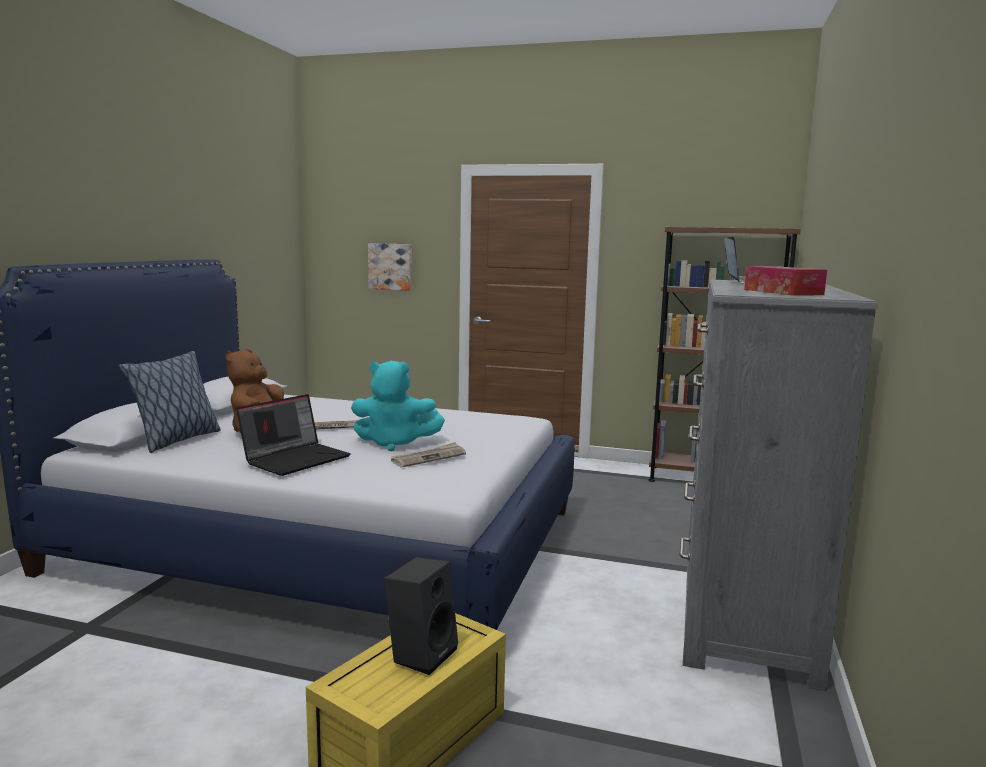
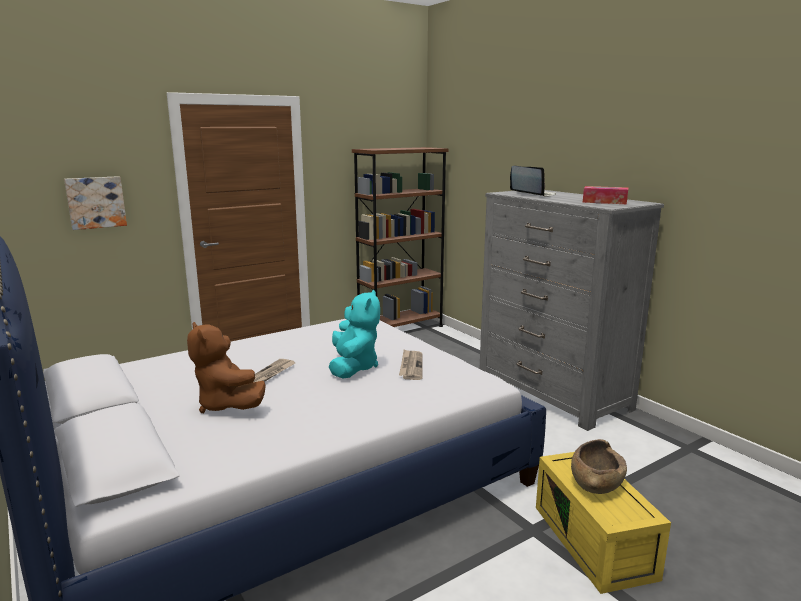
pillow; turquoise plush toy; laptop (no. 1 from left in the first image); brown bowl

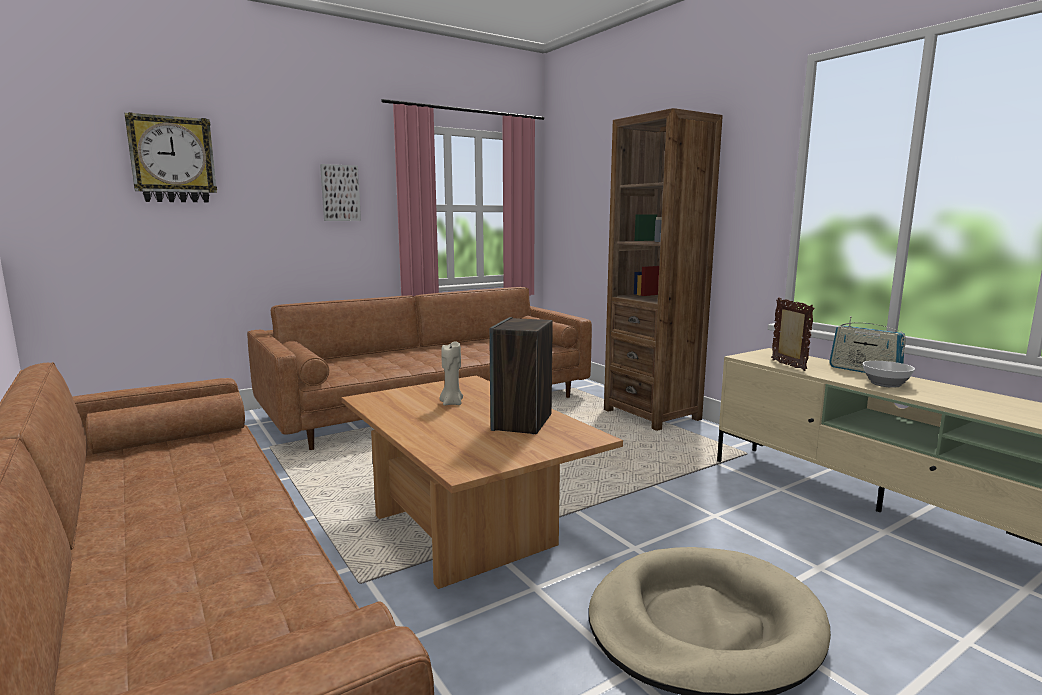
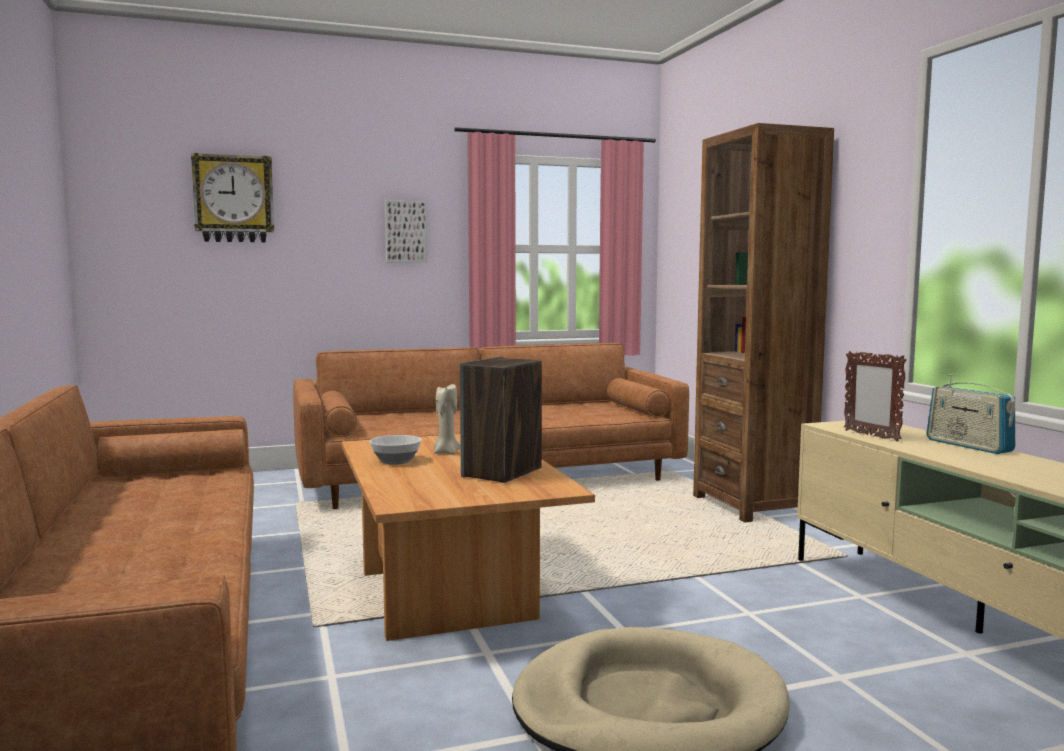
picture frame; bowl

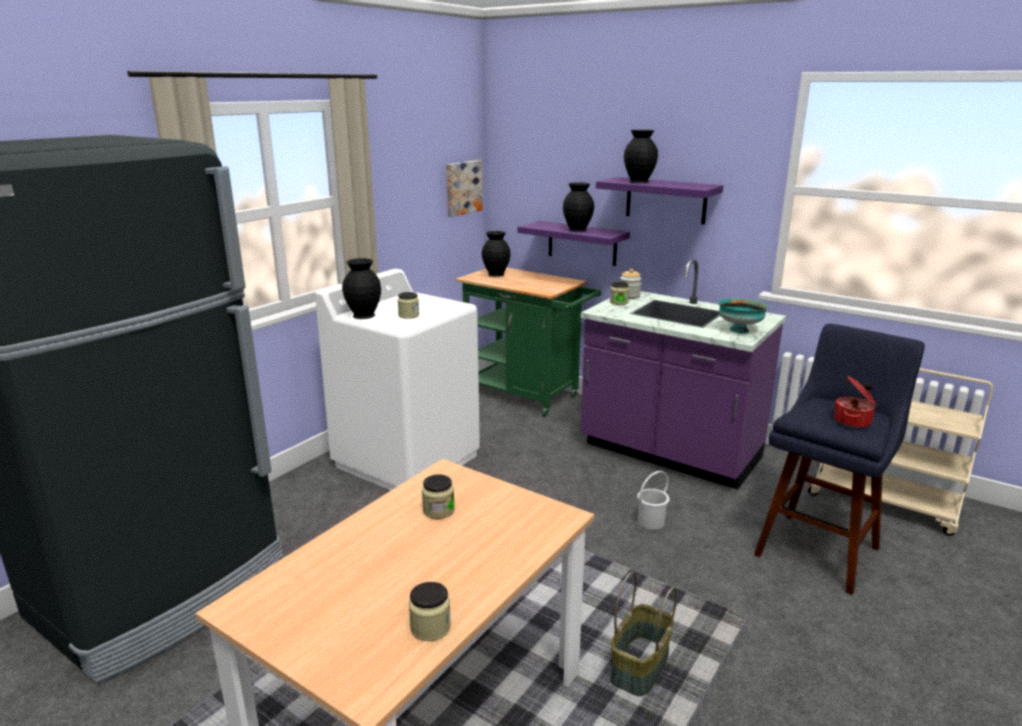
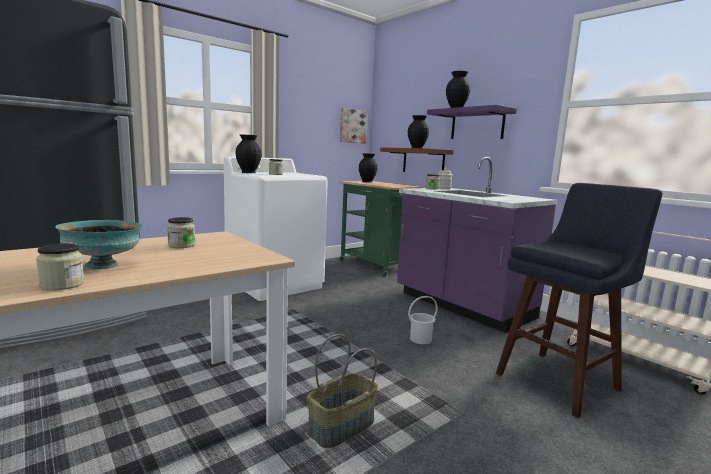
brown shelf; turquoise bowl; cooking pot

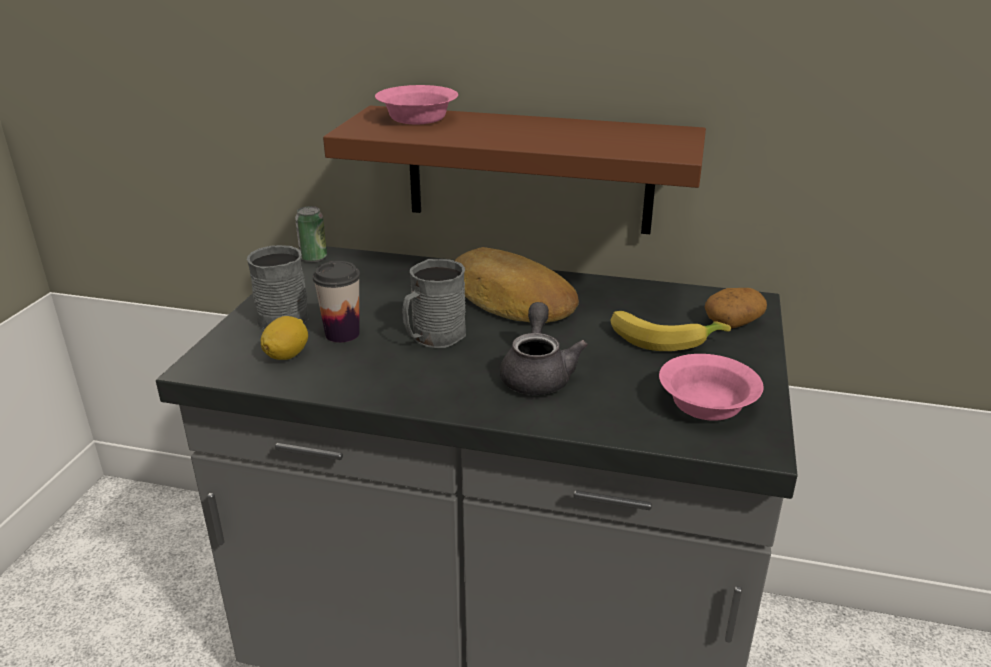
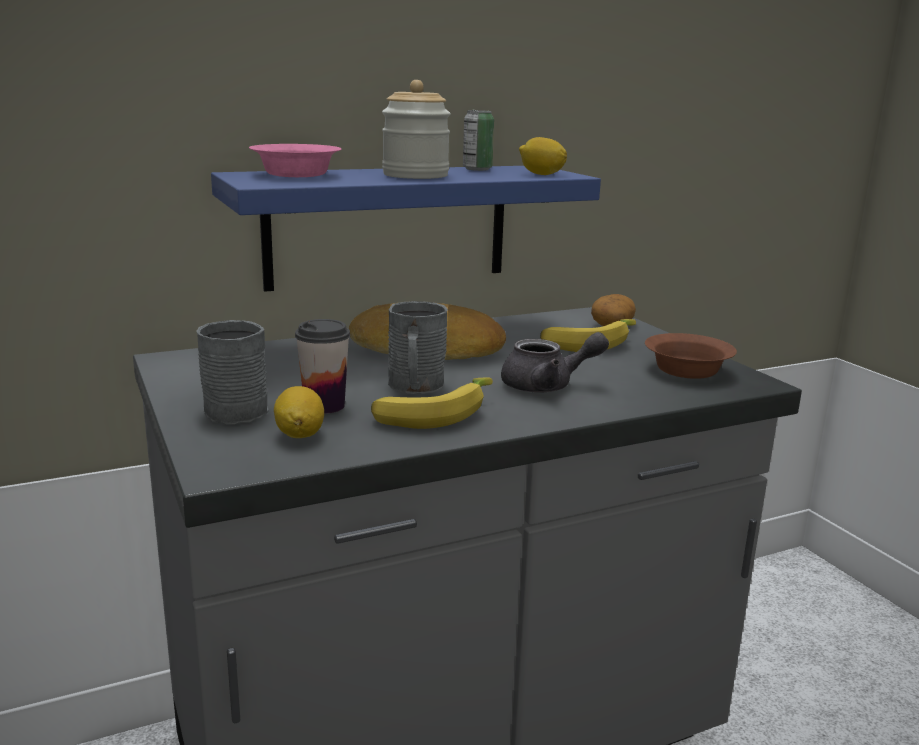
blue shelf; can; grey teapot; brown bowl; jar; lemon (no. 2 from left); banana (no. 1 from left)

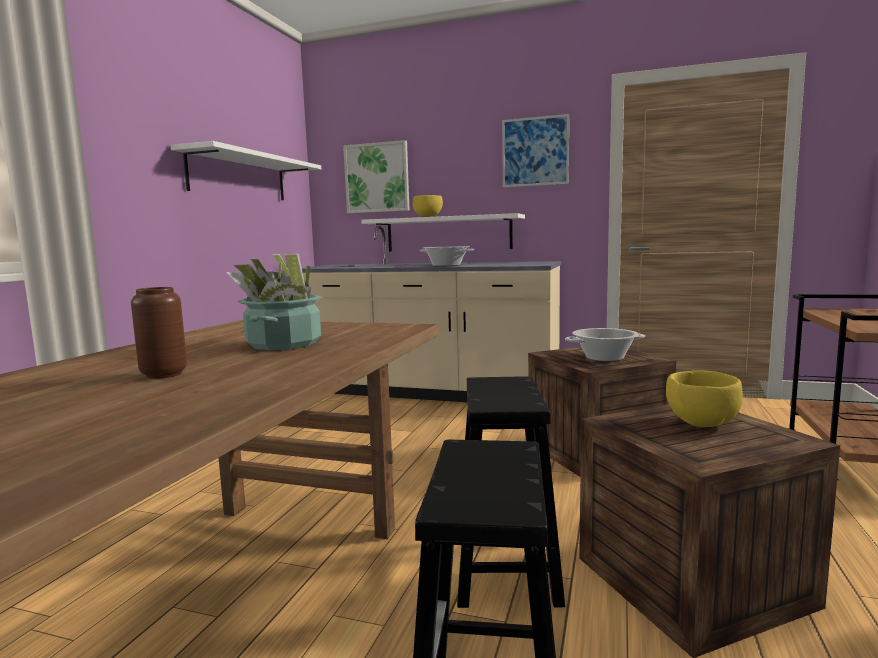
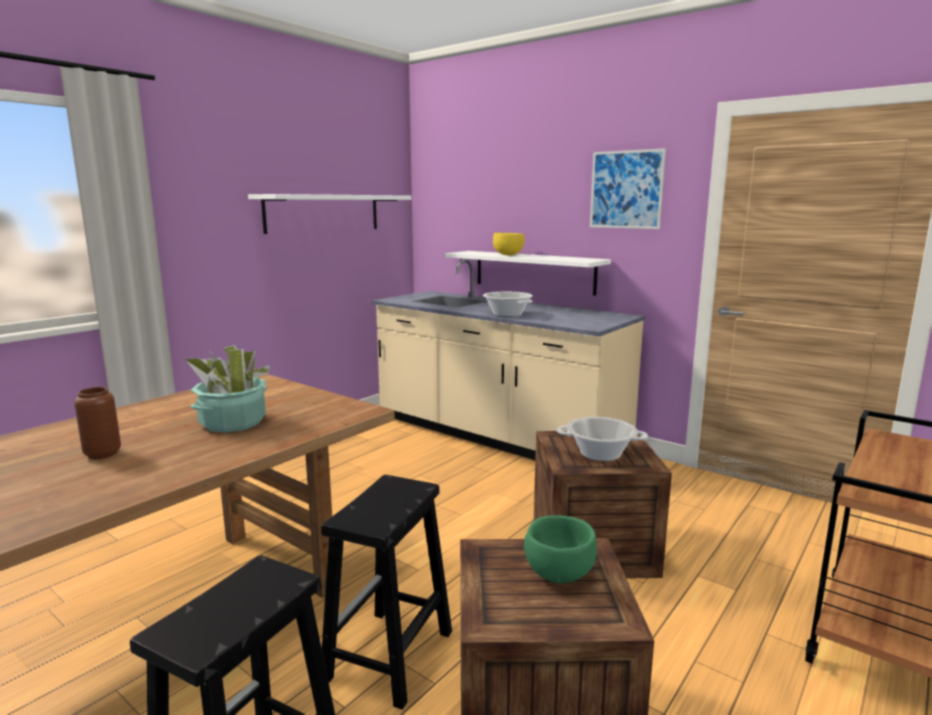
picture (no. 1 from left in the first image); green bowl

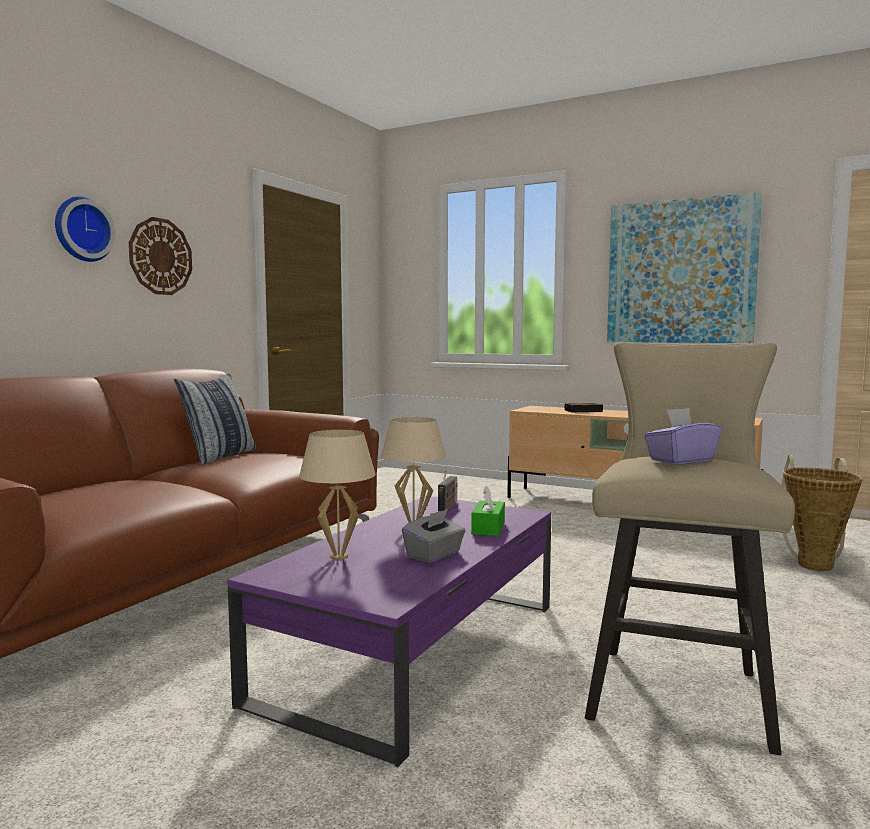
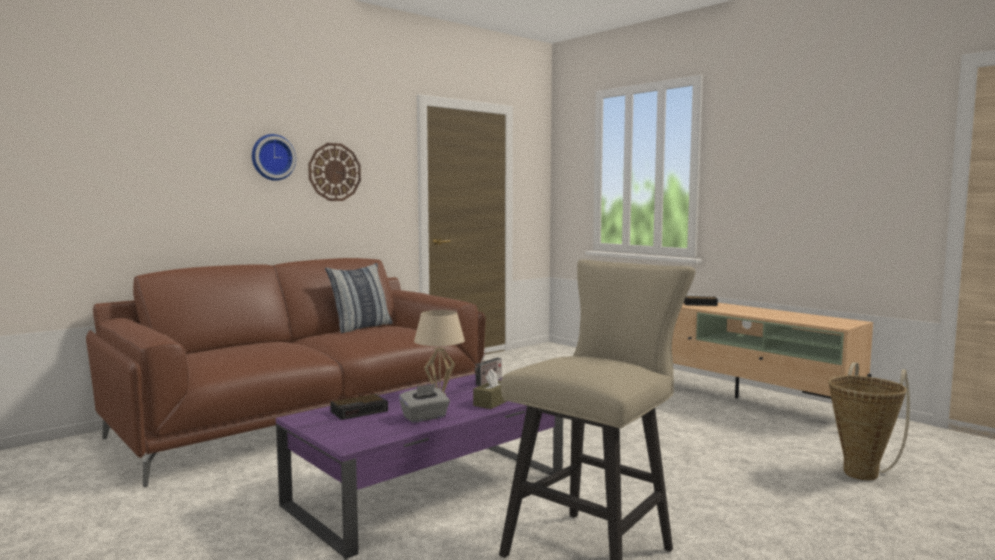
picture; purple tissue box; alarm clock (no. 1 from left); brown tissue box

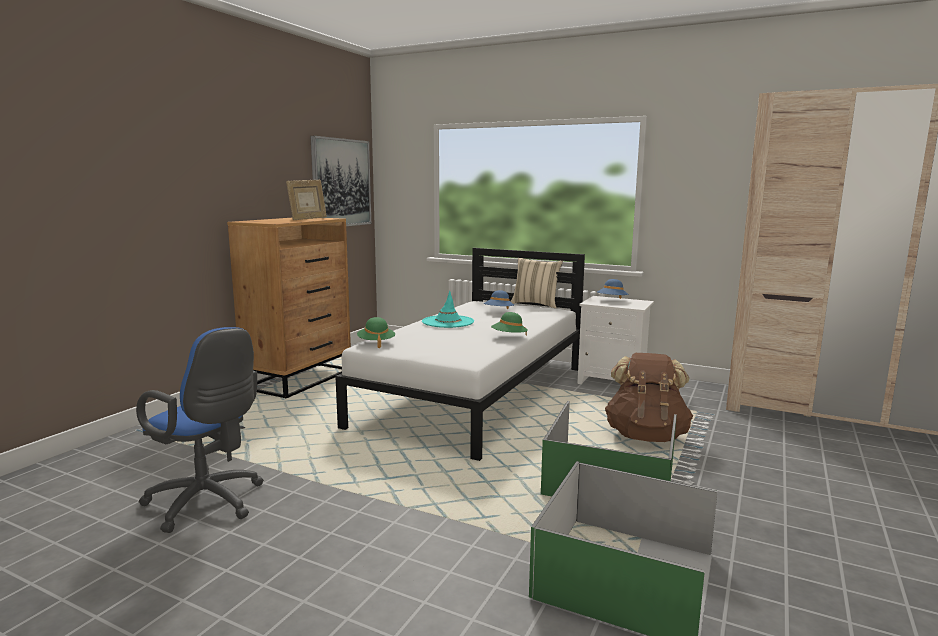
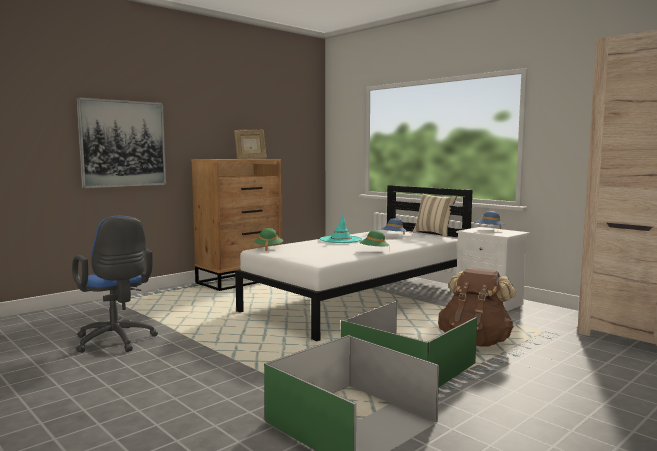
picture

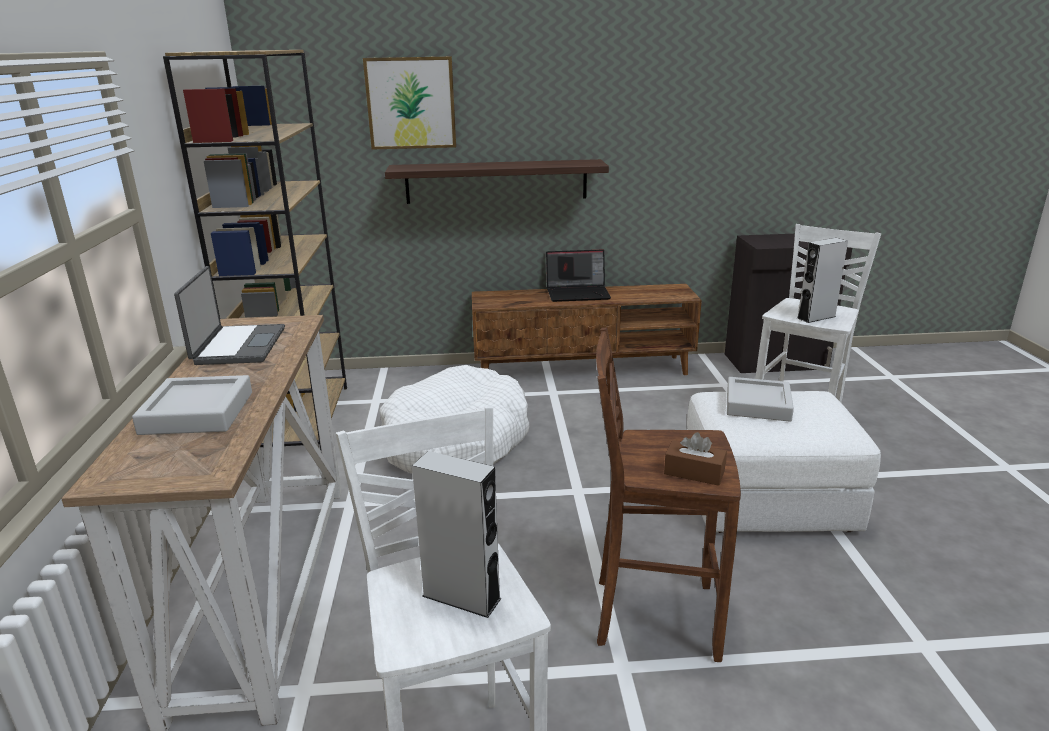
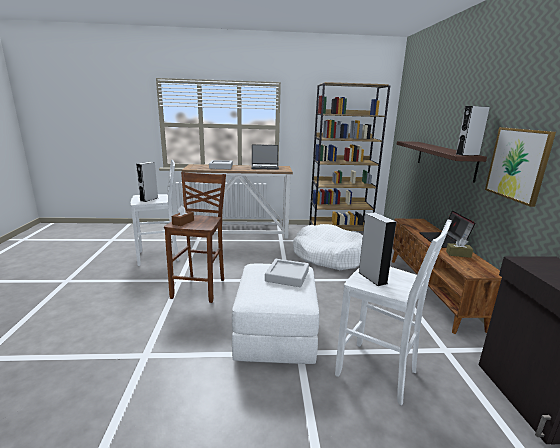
picture; grey speaker (no. 3 from left); brown tissue box (no. 2 from left)

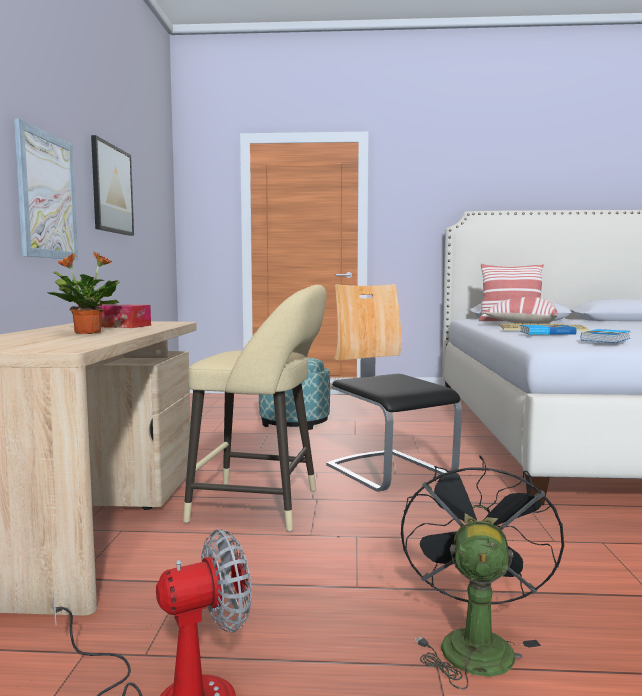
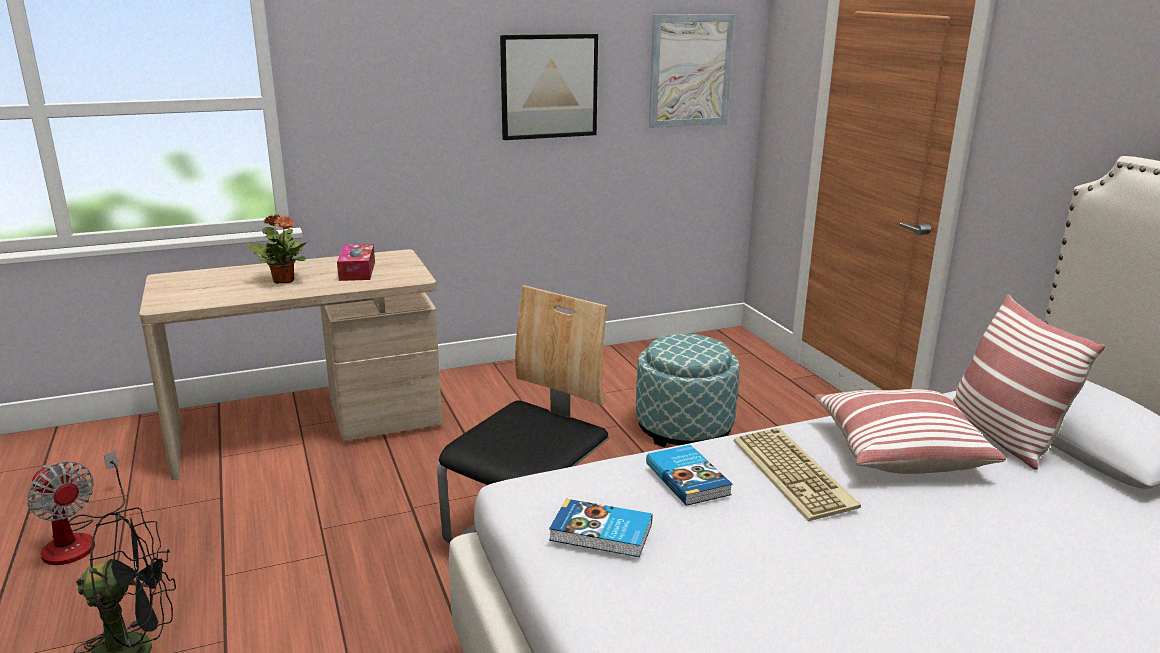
picture (no. 2 from left); beige stool

